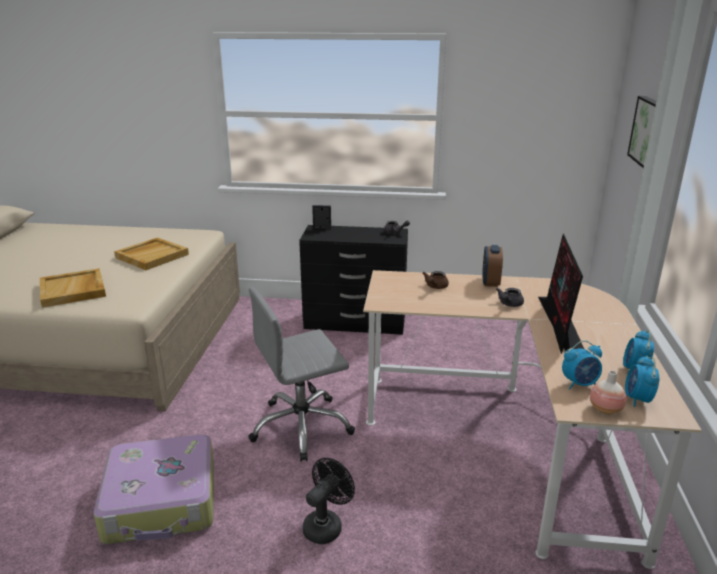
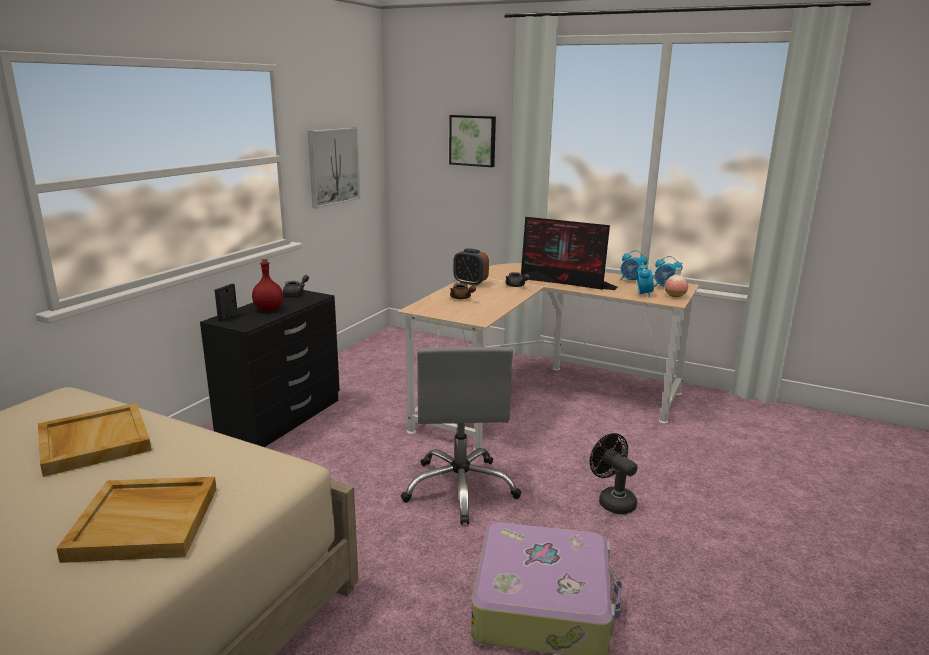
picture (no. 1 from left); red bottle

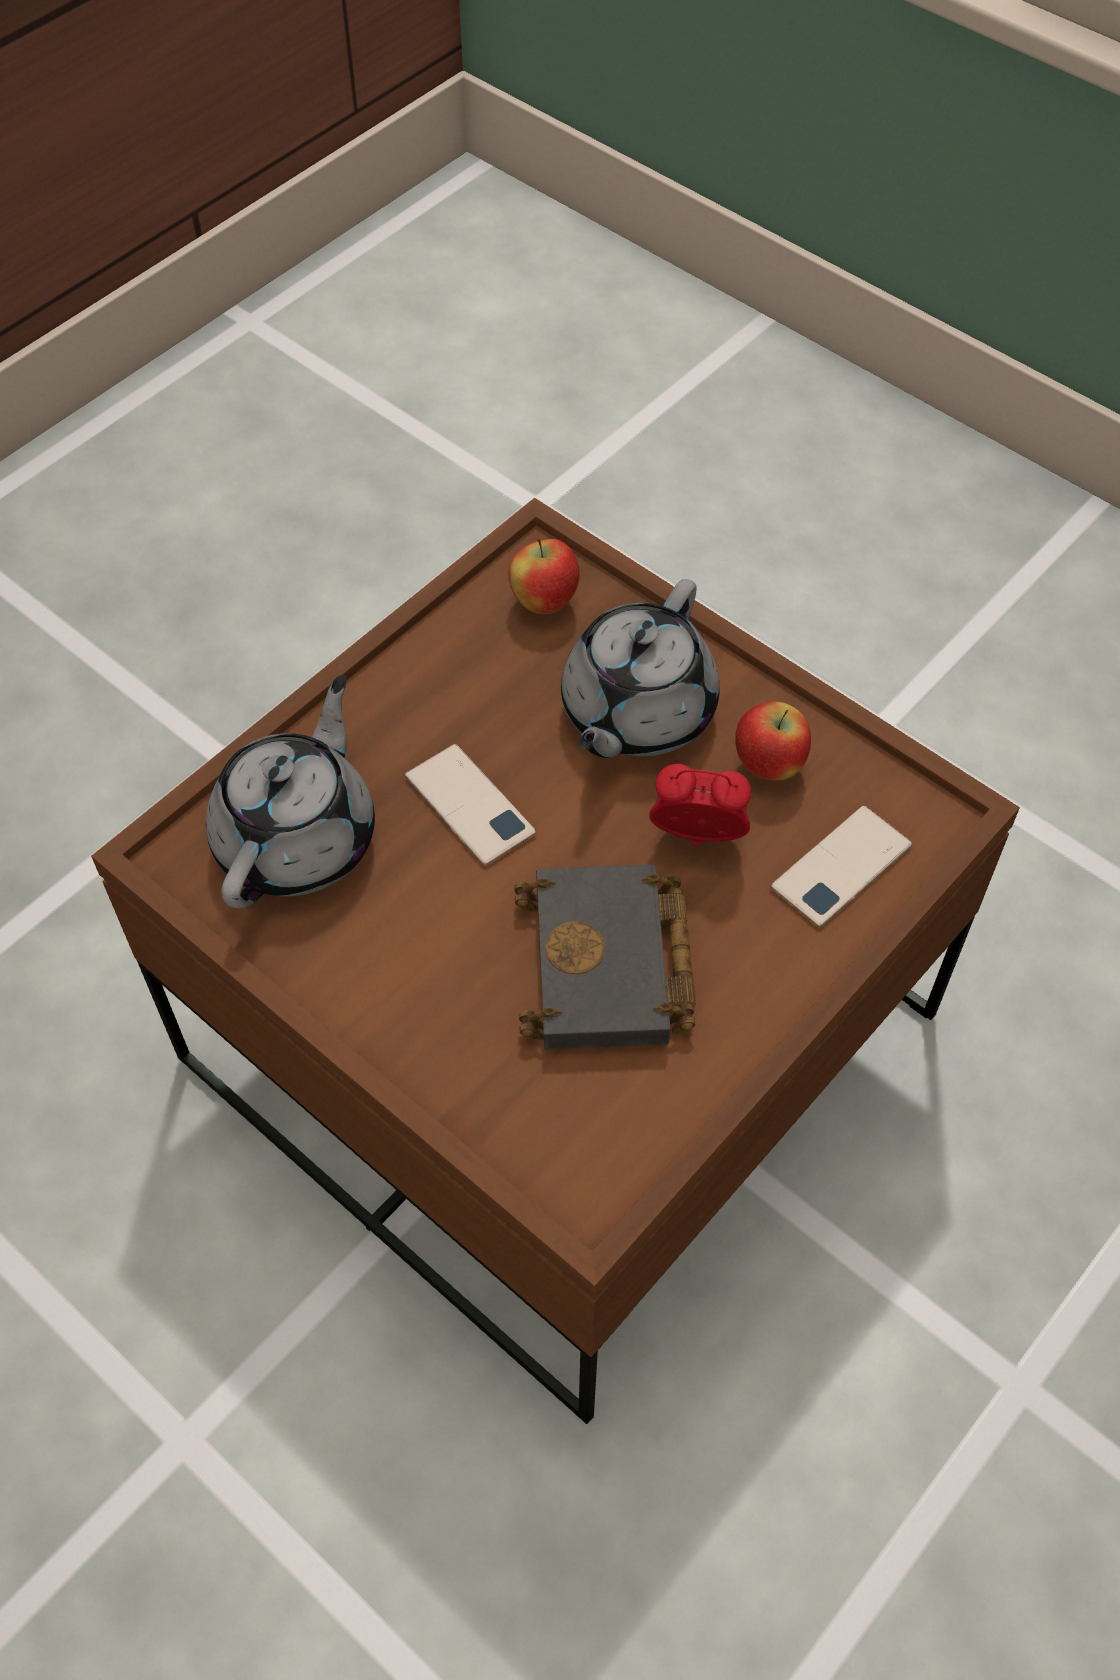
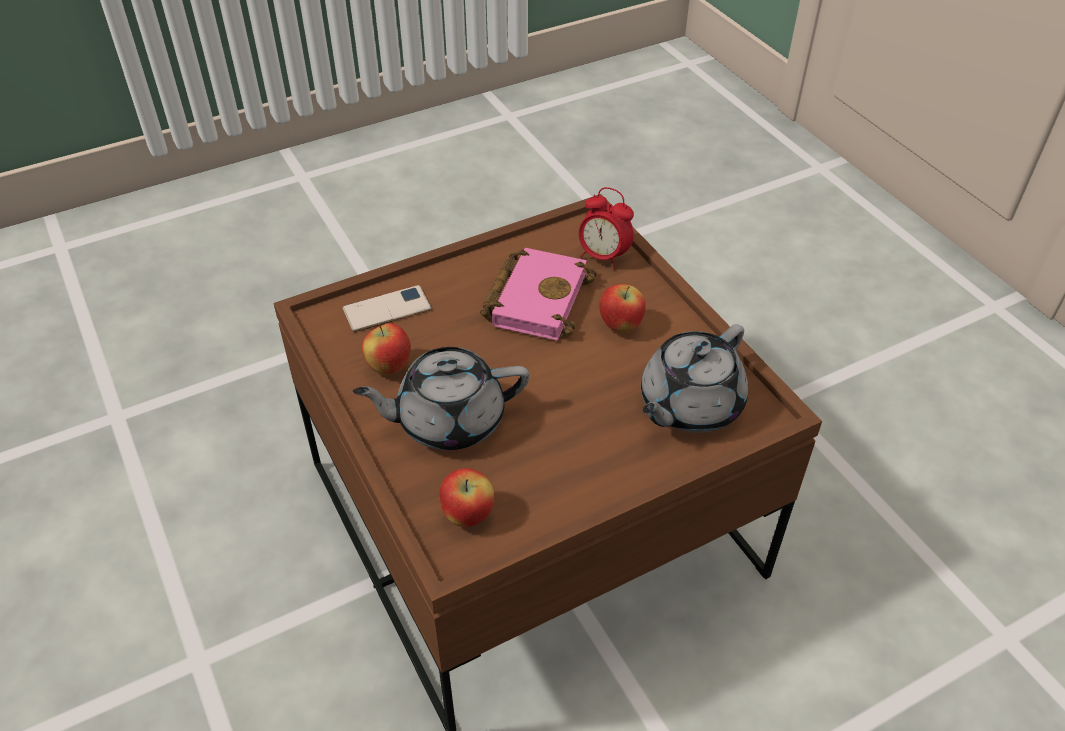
grey teapot (no. 1 from left); phone (no. 1 from left in the first image); alarm clock; pink book; apple (no. 3 from left)

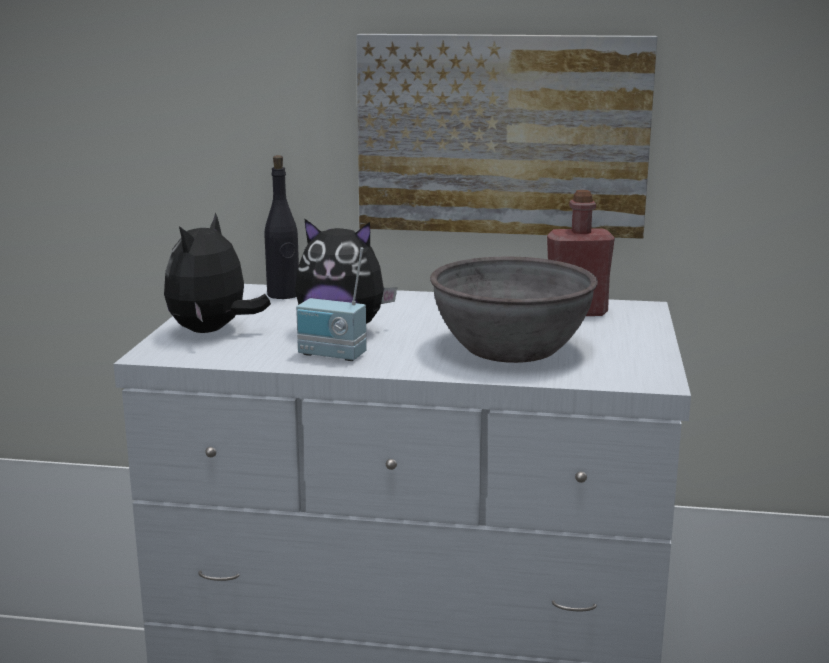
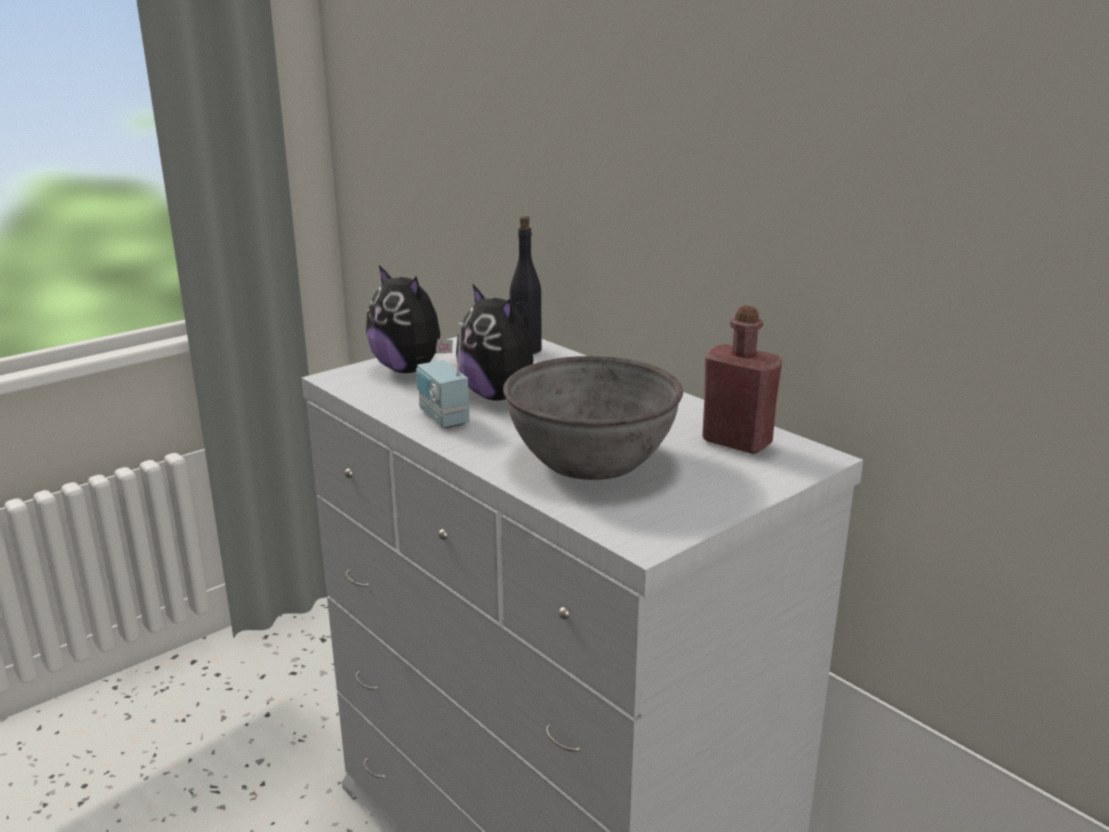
picture; plush toy (no. 1 from left)

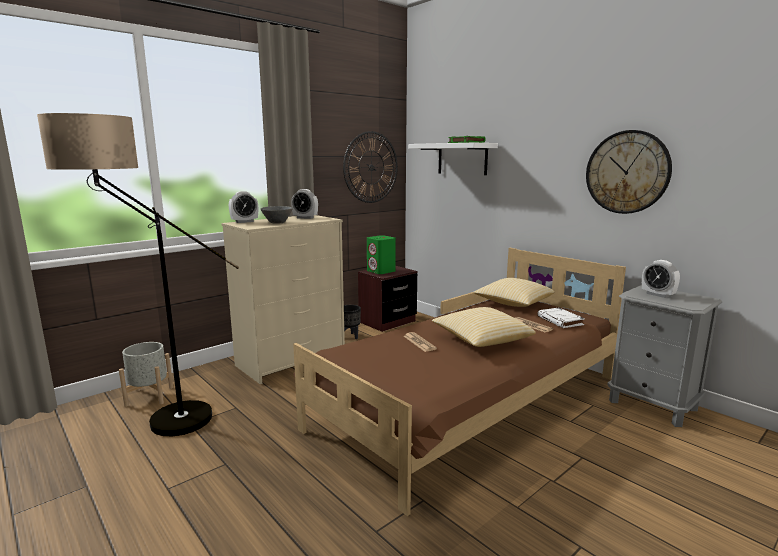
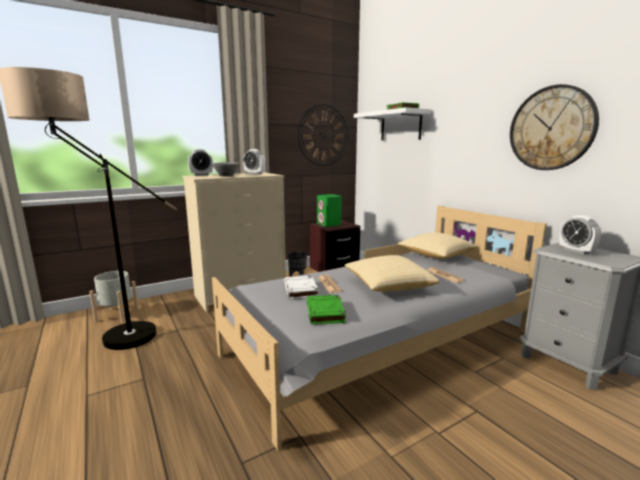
grey bed; white book; green book (no. 1 from left)

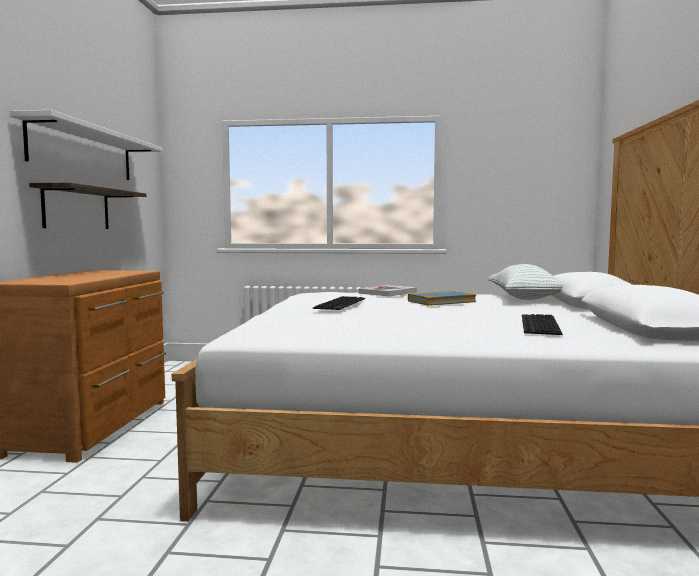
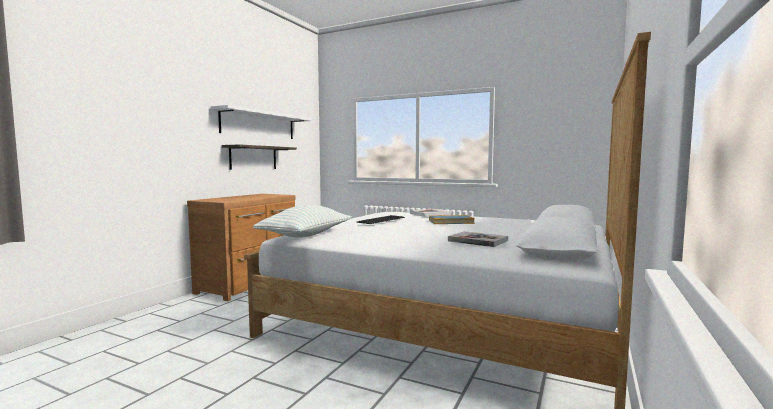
pillow; book (no. 3 from left)

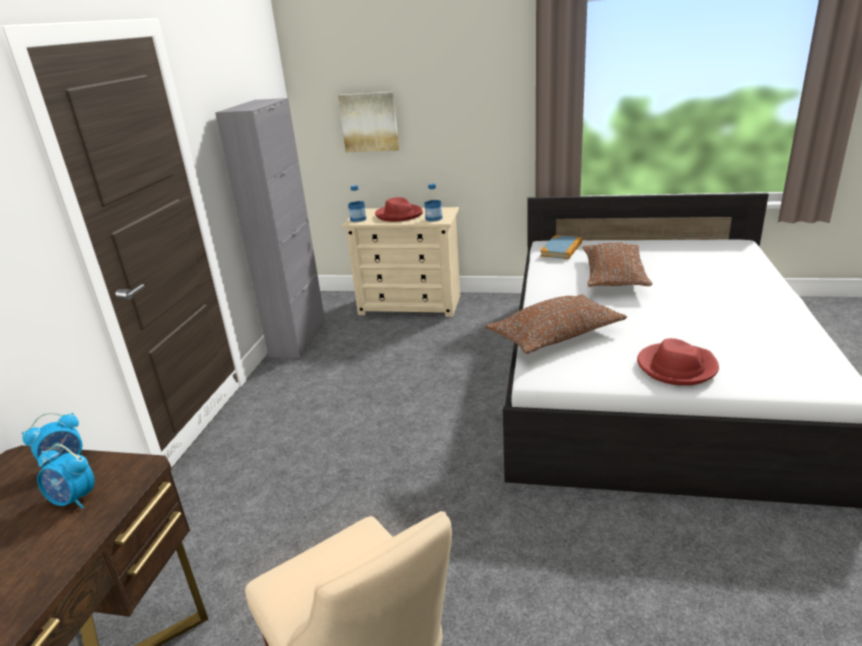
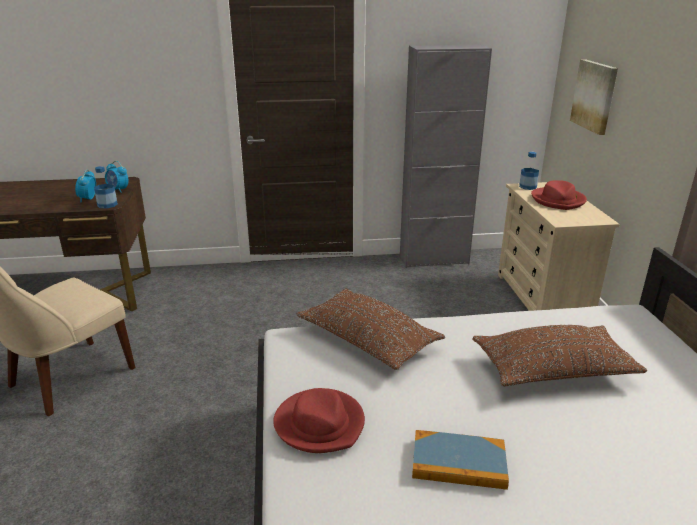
bottle (no. 1 from left); book

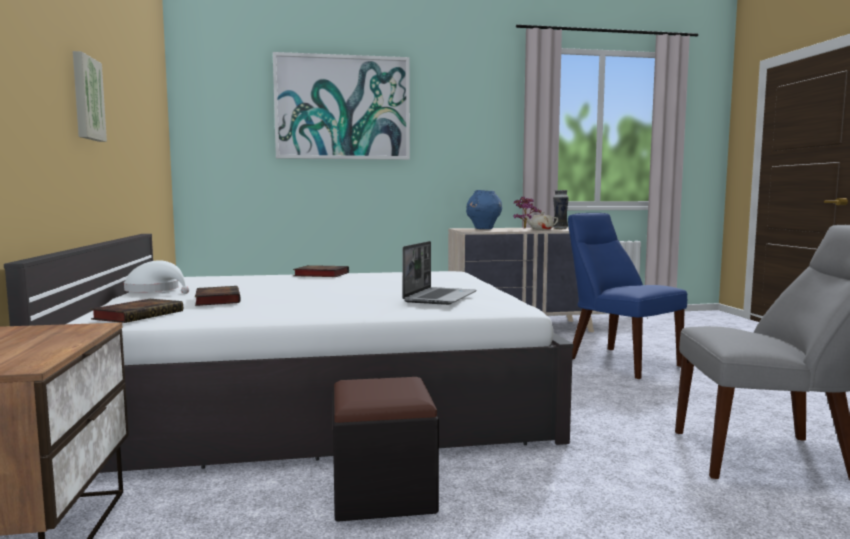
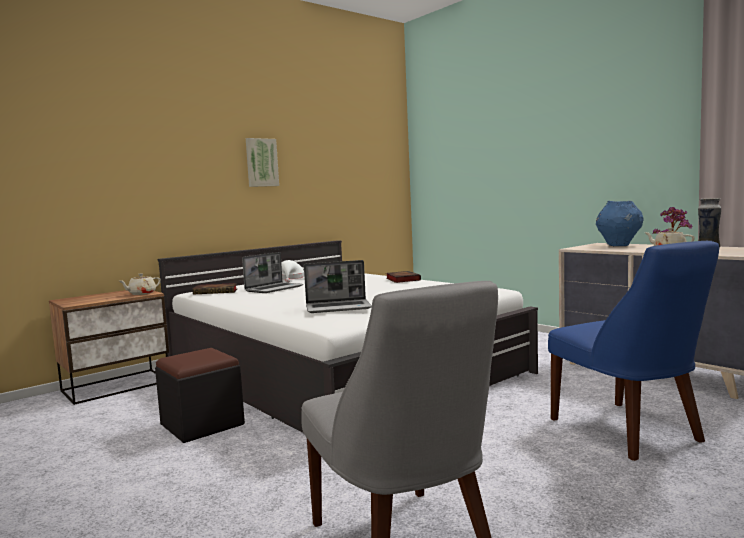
picture (no. 2 from left in the first image); blue chair; laptop (no. 1 from left); beige teapot (no. 1 from left)

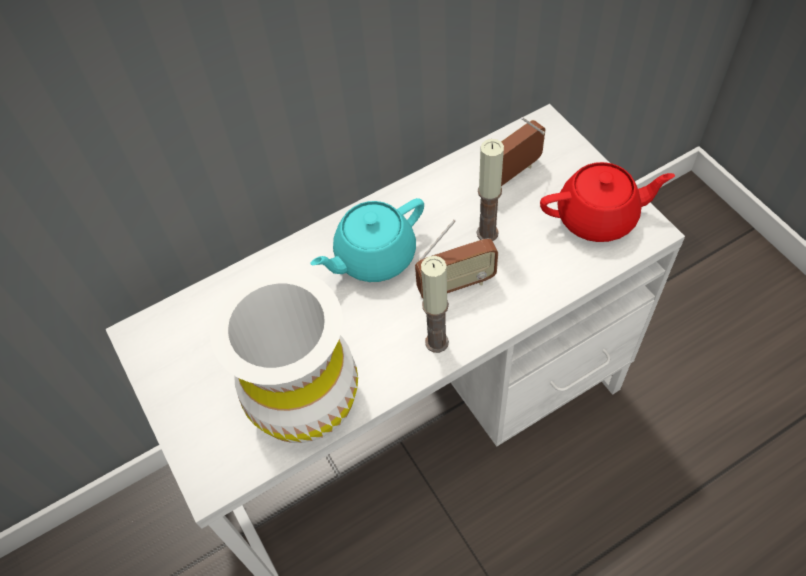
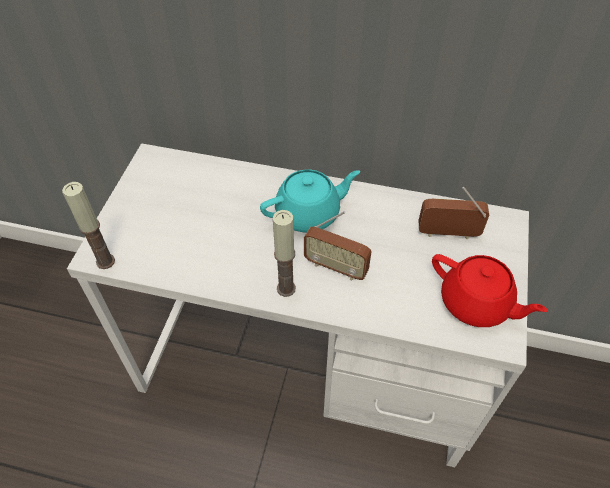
candle (no. 1 from left); turquoise teapot; white vase

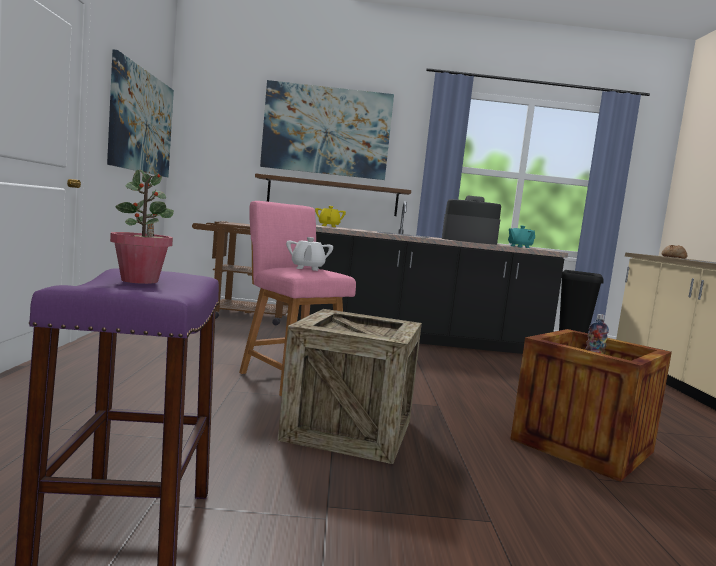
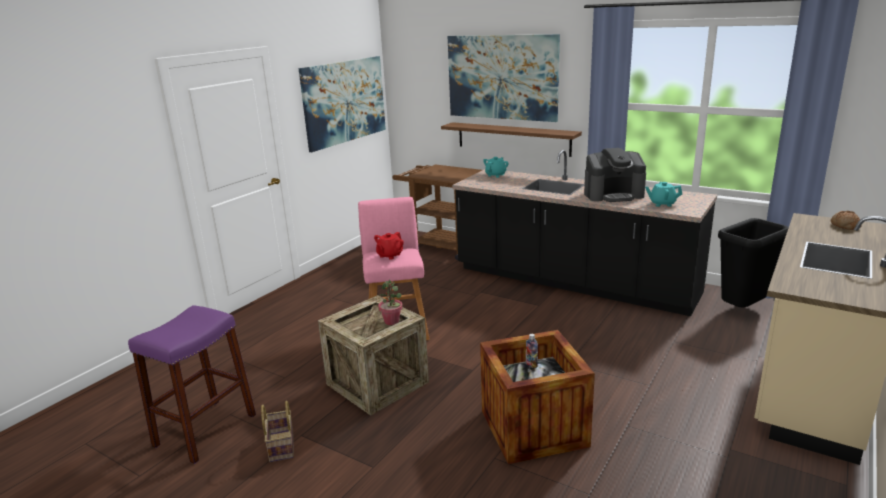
potted plant; coffee machine; turquoise teapot (no. 1 from left); red teapot; basket

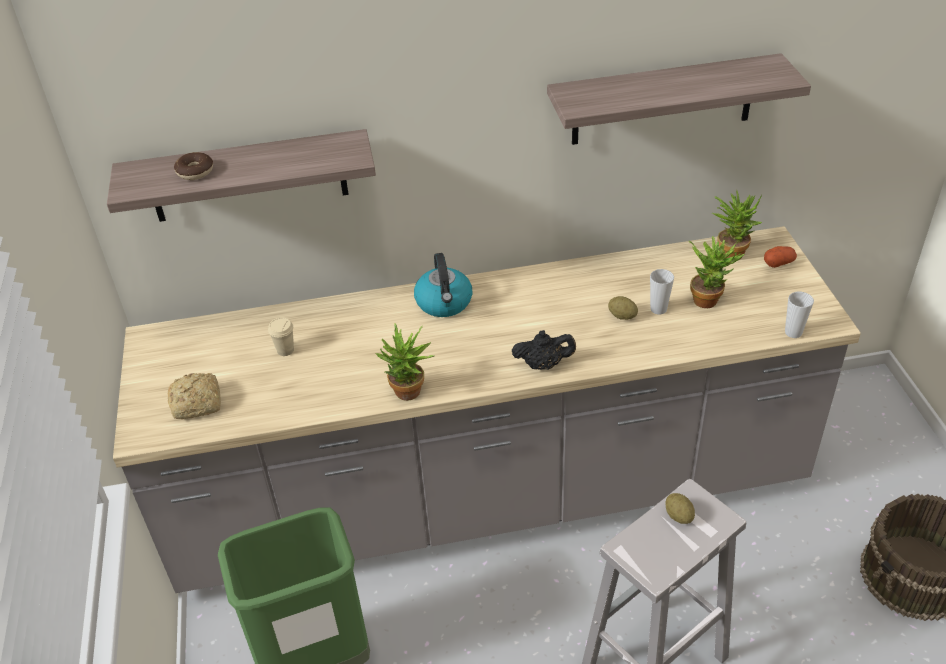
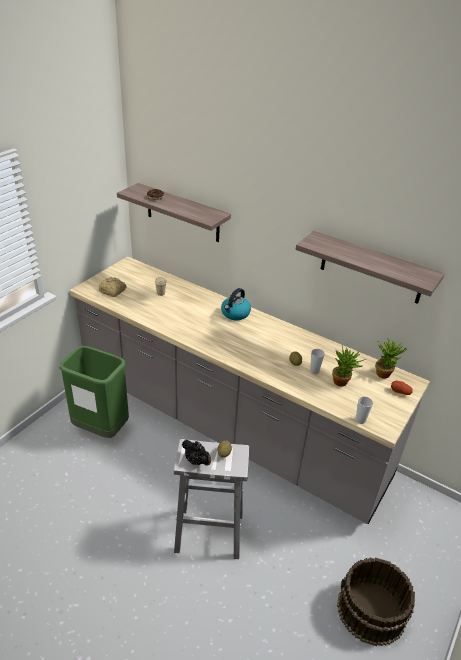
potted plant (no. 1 from left in the first image); black teapot

